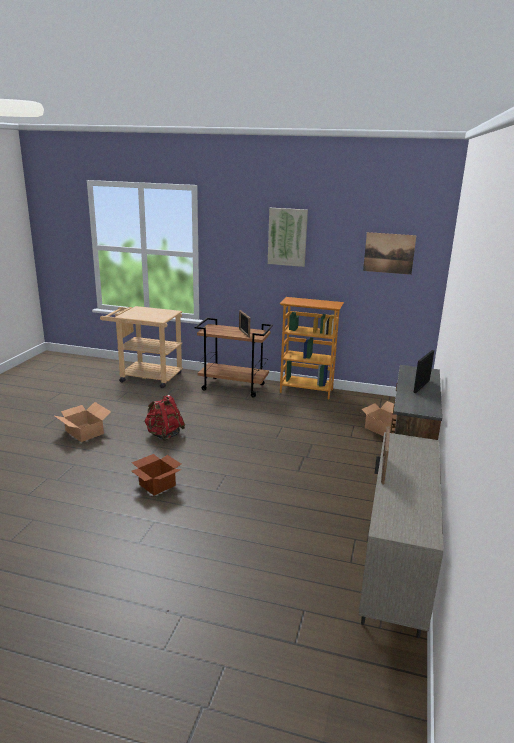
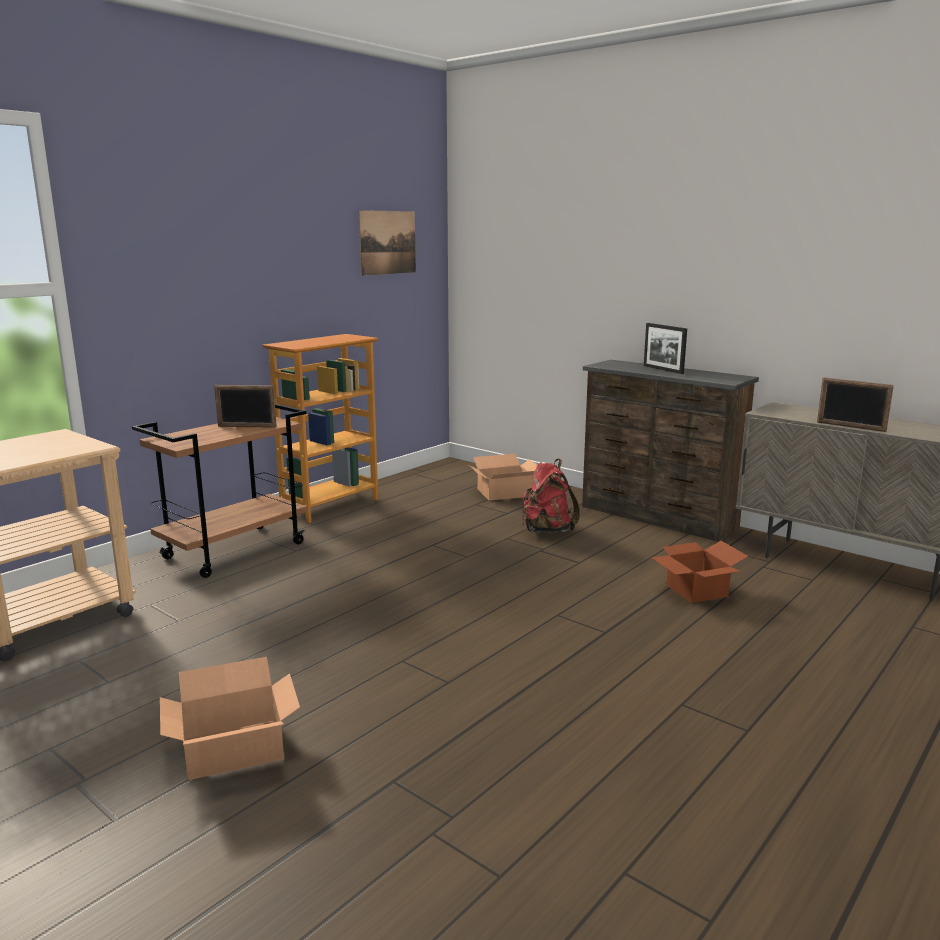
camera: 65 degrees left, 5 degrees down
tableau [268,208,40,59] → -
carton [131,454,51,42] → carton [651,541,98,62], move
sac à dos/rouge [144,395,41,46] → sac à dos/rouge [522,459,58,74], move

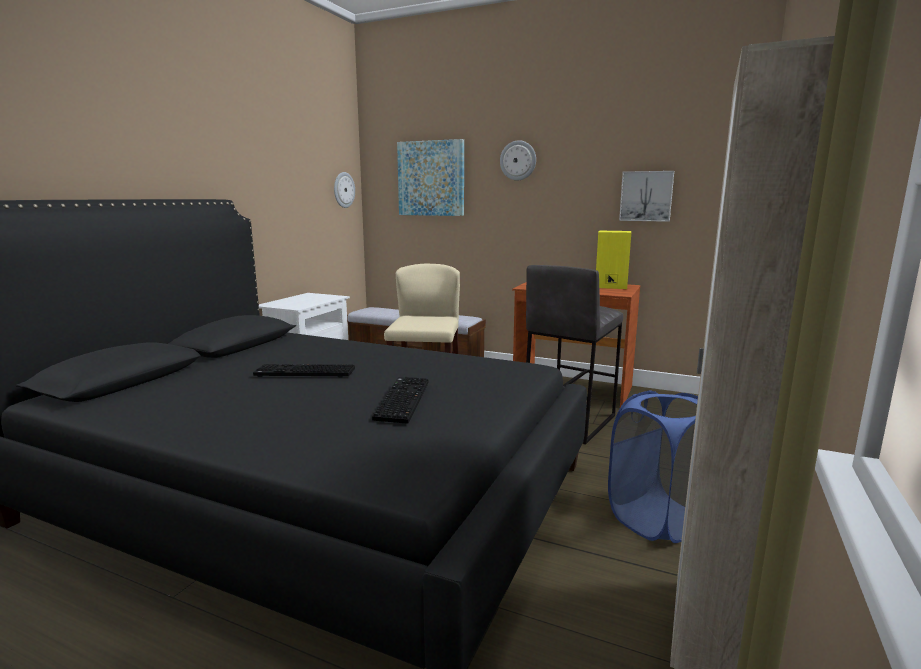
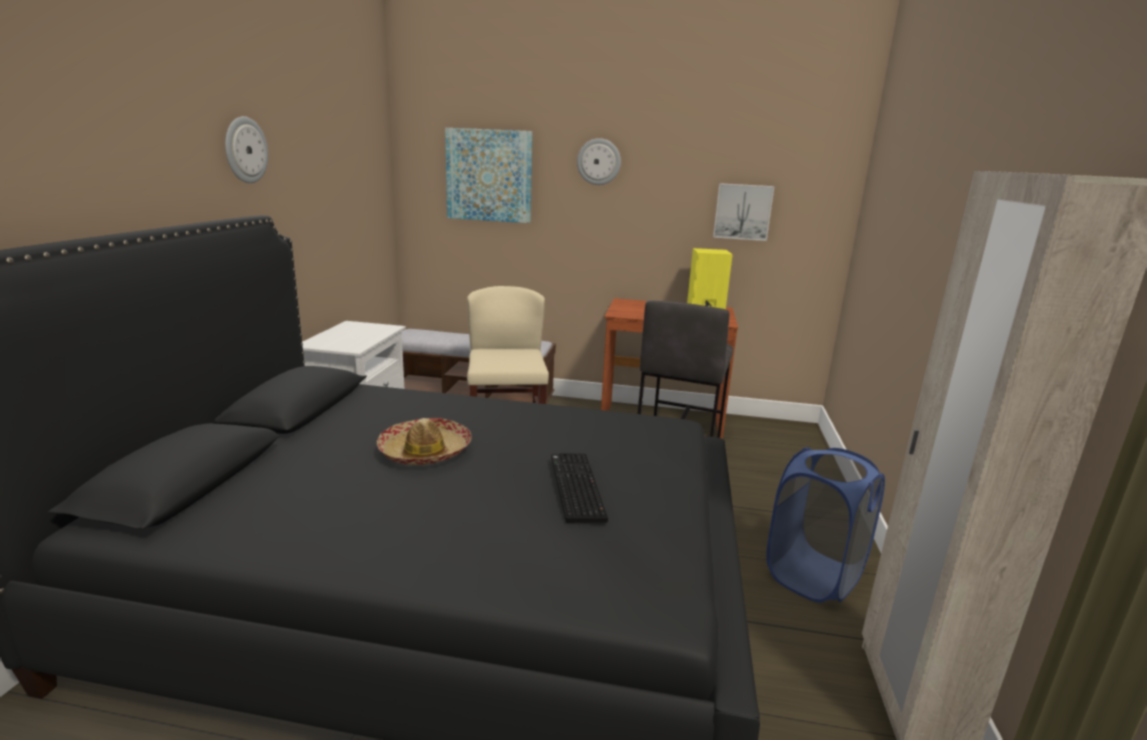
camera: 15 degrees left, 5 degrees up
horloge murale [334,172,21,36] → horloge murale [225,116,43,67], move
clavier [253,364,102,13] → chapeau [377,418,95,47]

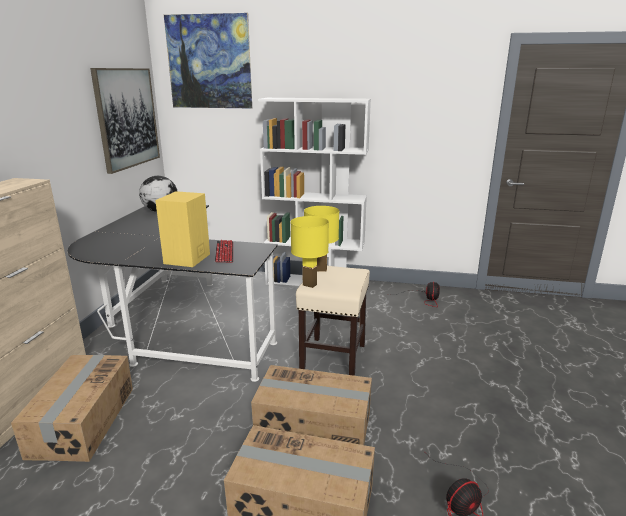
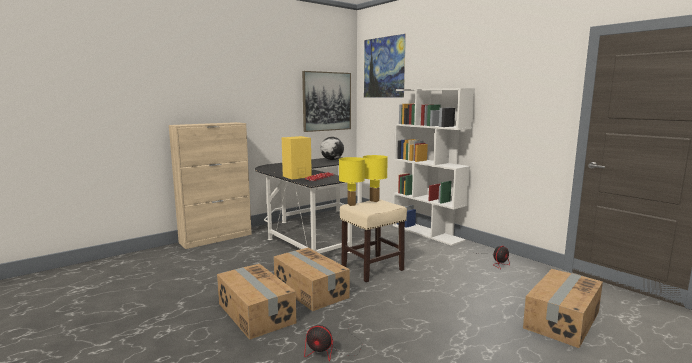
camera: 40 degrees right, 10 degrees down
carton [11,355,122,107] → carton [523,269,80,79], move

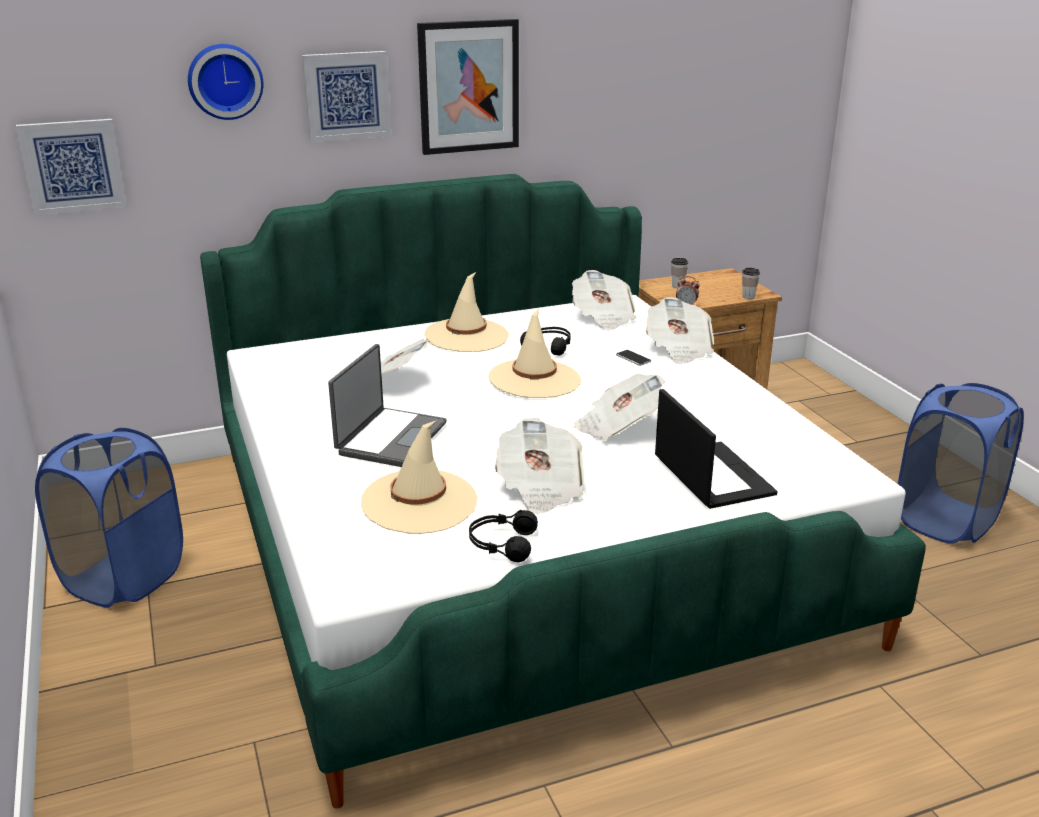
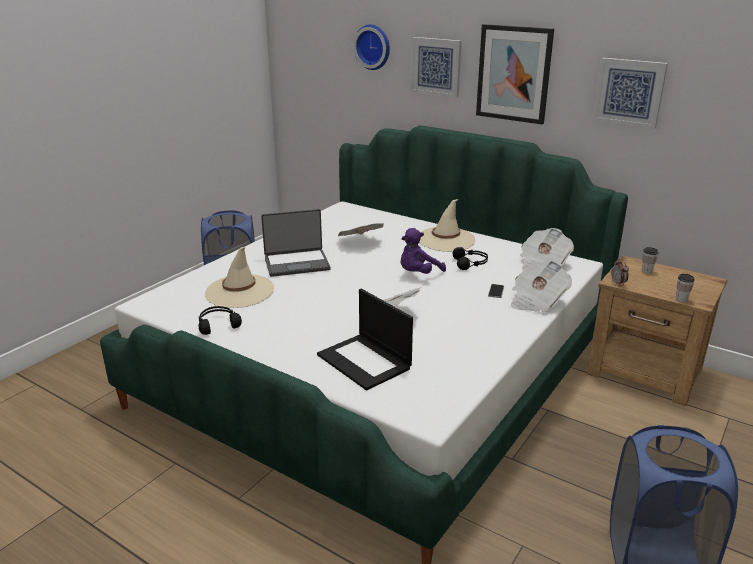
camera: 55 degrees right, 0 degrees up
journal [494,418,90,96] → -
tableau [16,119,111,96] → tableau [593,58,75,71], move
chapeau/beige [488,309,93,89] → peluche/violet [401,228,45,46]
ordinateur portable [655,389,123,120] → ordinateur portable [317,288,96,103], 105 degrees clockwise

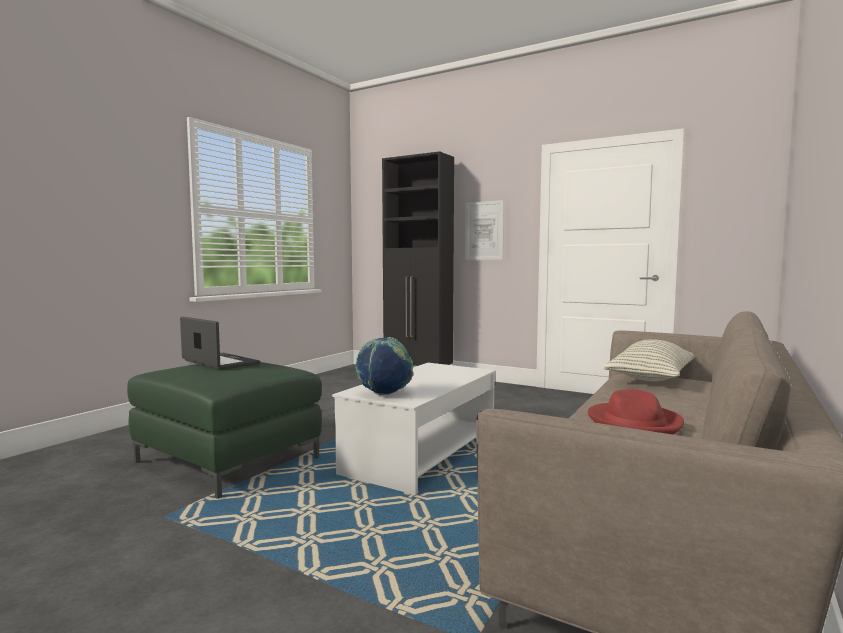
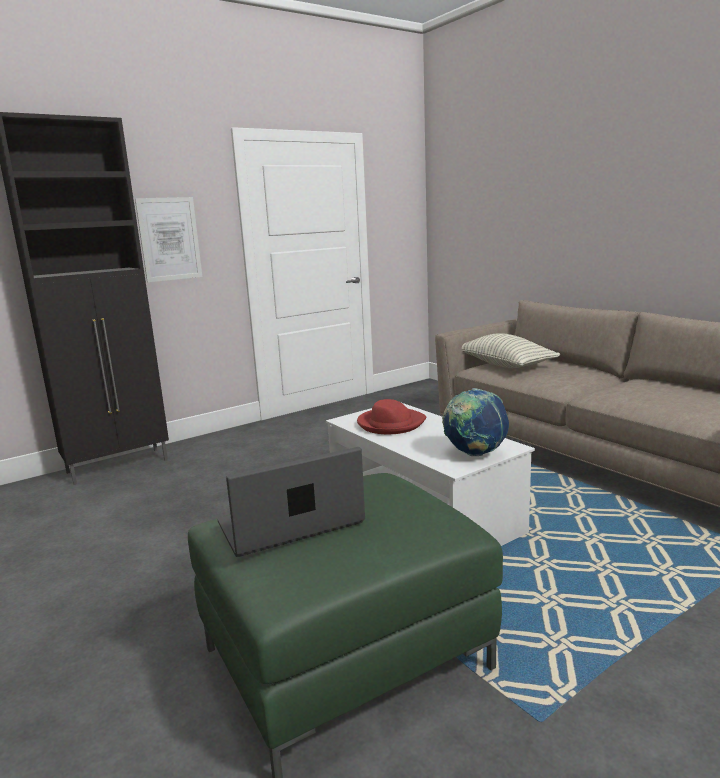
camera: 65 degrees left, 10 degrees up
chapeau/rouge [588,389,96,46] → chapeau/rouge [357,399,69,35], move

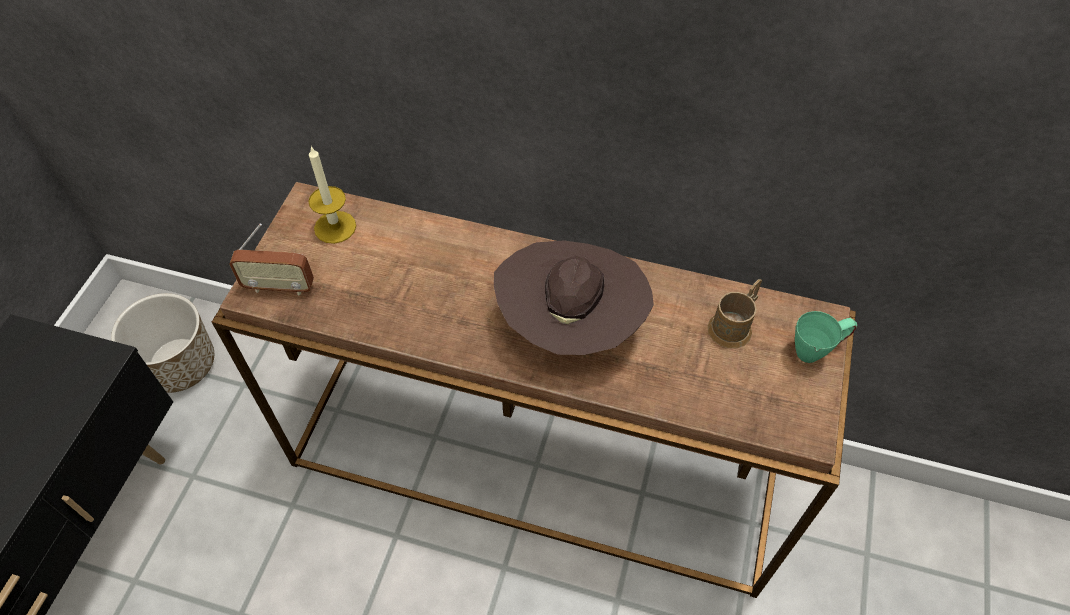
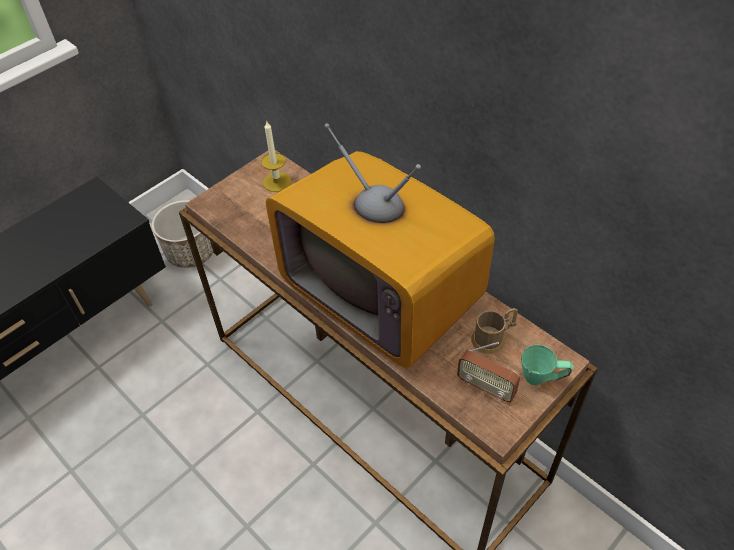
camera: 30 degrees right, 5 degrees down
radio [229,224,85,72] → radio [457,342,63,60], move
chapeau/marron [494,240,160,115] → téléviseur [266,123,229,245]

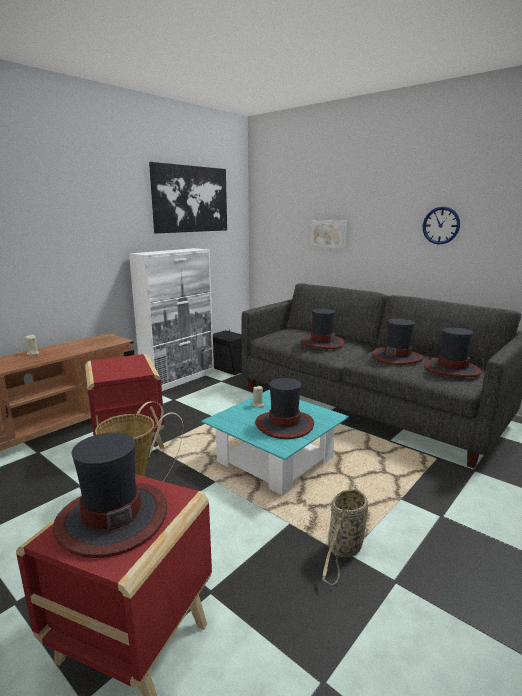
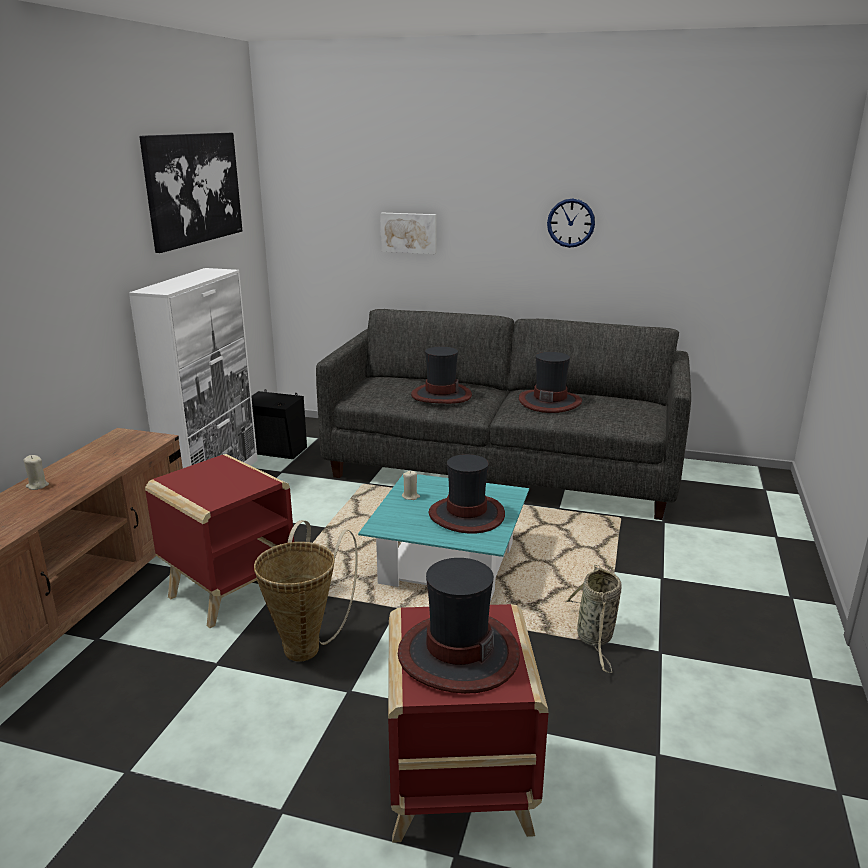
camera: 25 degrees left, 5 degrees up
chapeau [424,327,57,50] → -

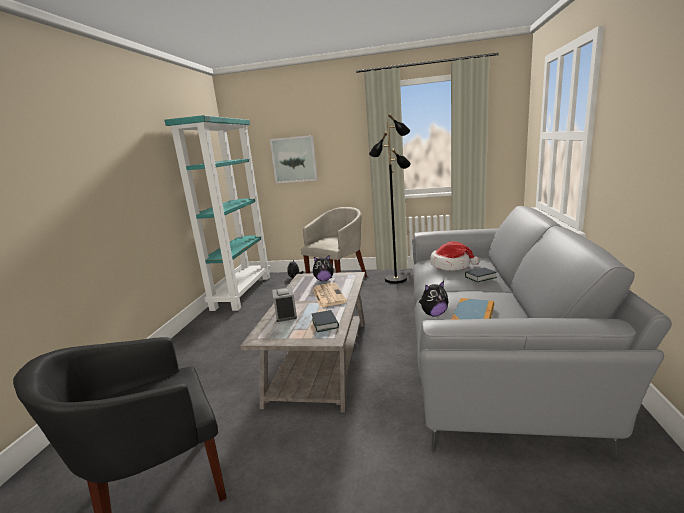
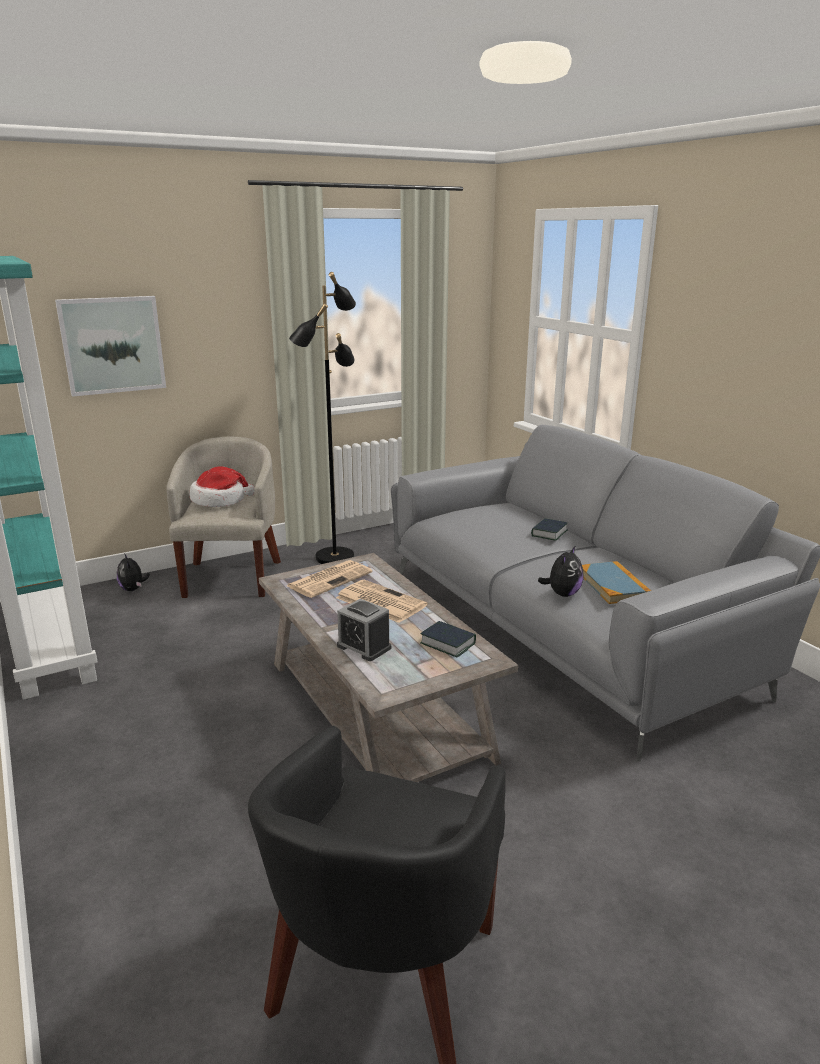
camera: 40 degrees left, 5 degrees up
chapeau [430,241,49,30] → chapeau [190,466,65,41], move
peluche [313,255,22,26] → journal [287,560,85,38]

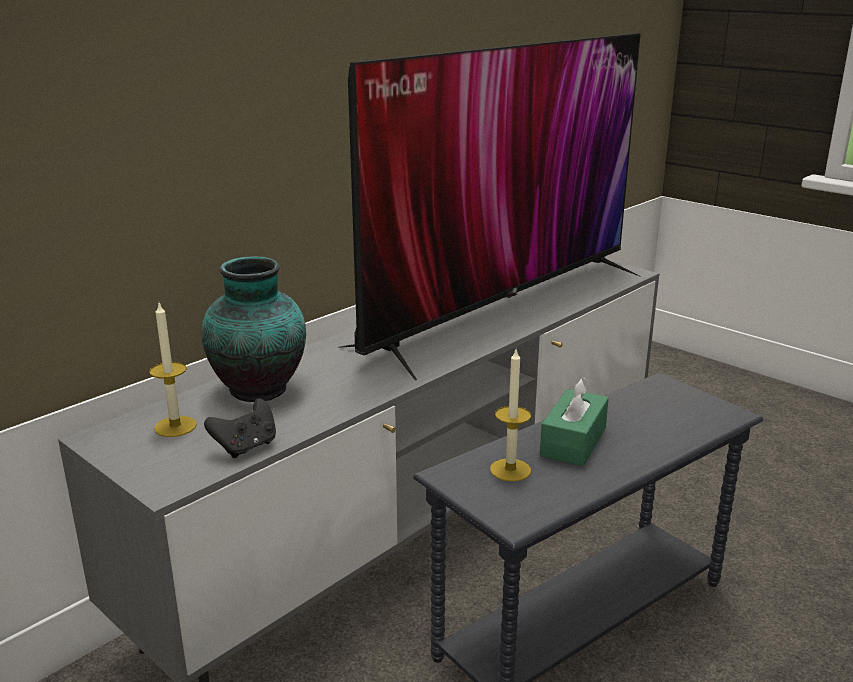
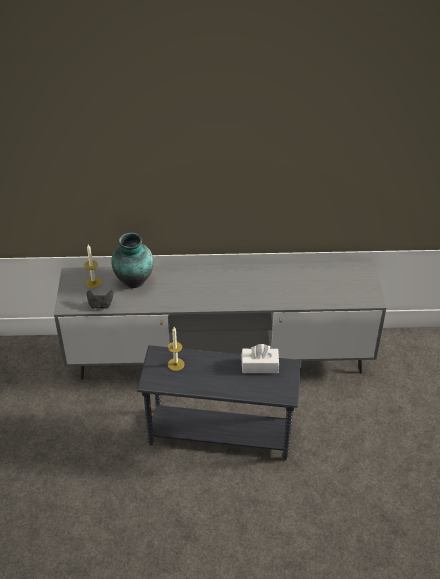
camera: 45 degrees right, 20 degrees up
téléviseur [338,33,303,347] → -
boîte à mouchoirs/vert [540,377,69,89] → -
- → boîte à mouchoirs/blanc [242,344,37,29]

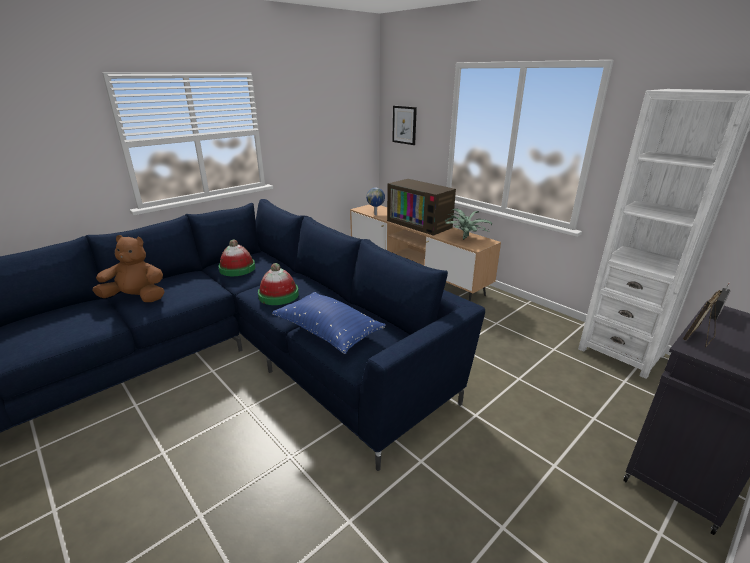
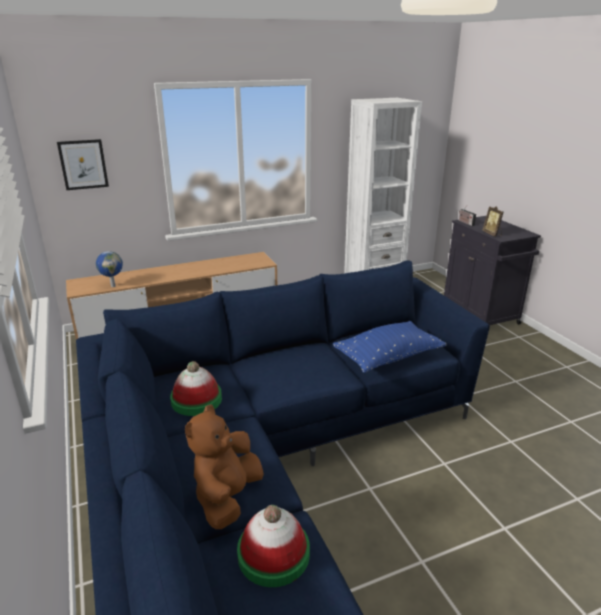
camera: 70 degrees left, 0 degrees up
téléviseur [387,179,69,57] → -
plante en pot [445,208,47,32] → -
chapeau [258,263,41,42] → chapeau [237,505,73,82], move

